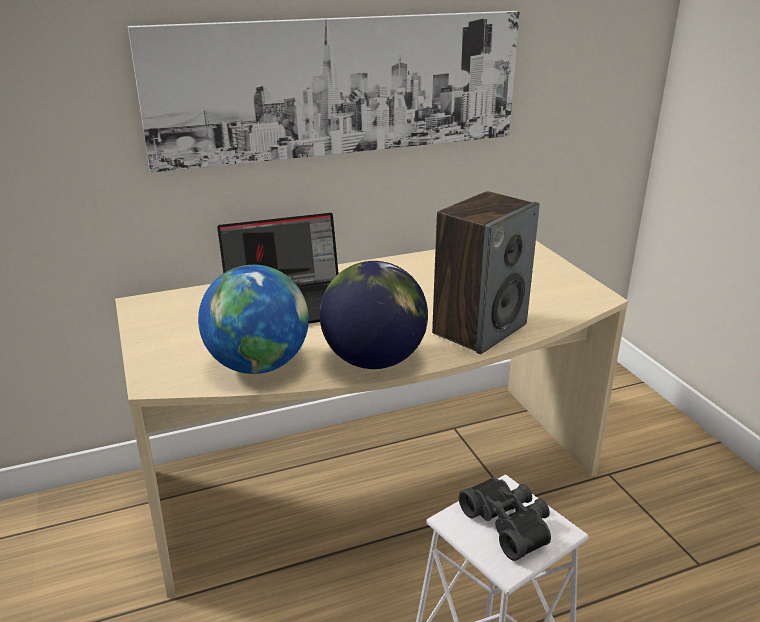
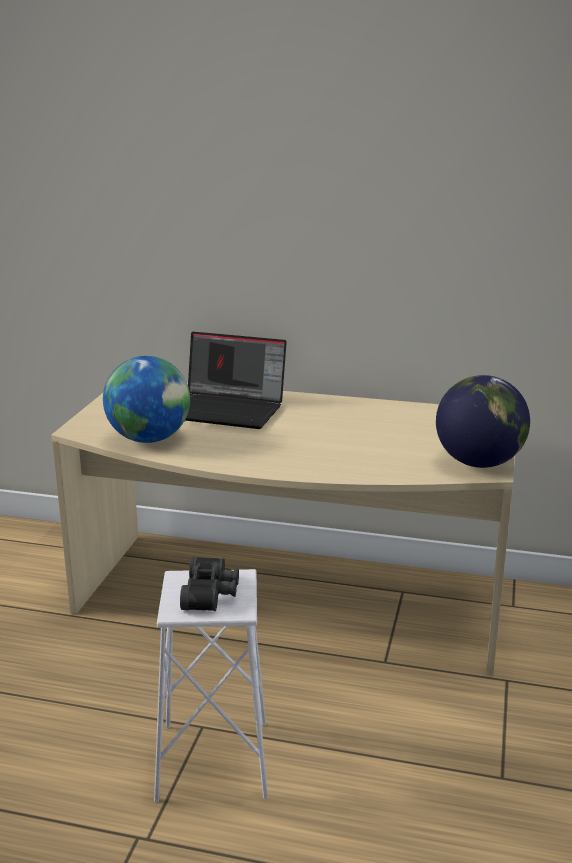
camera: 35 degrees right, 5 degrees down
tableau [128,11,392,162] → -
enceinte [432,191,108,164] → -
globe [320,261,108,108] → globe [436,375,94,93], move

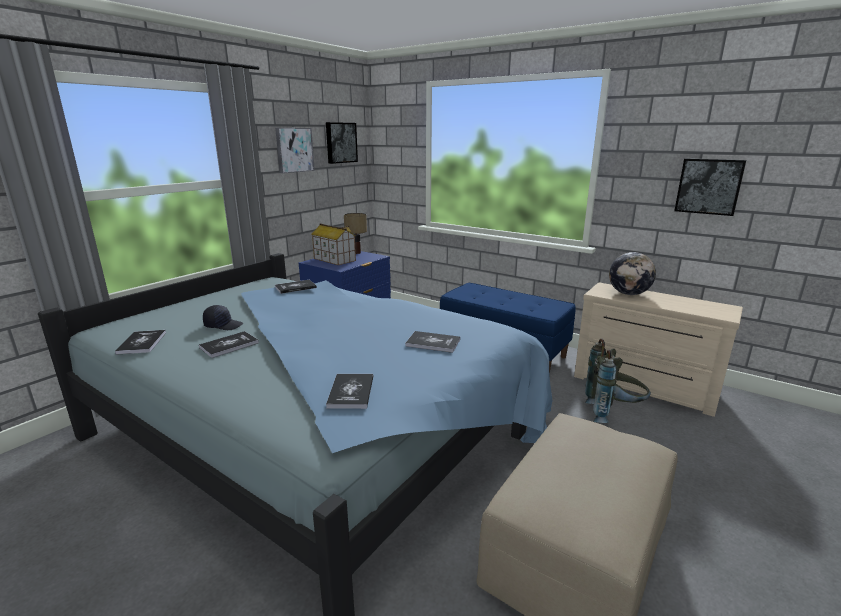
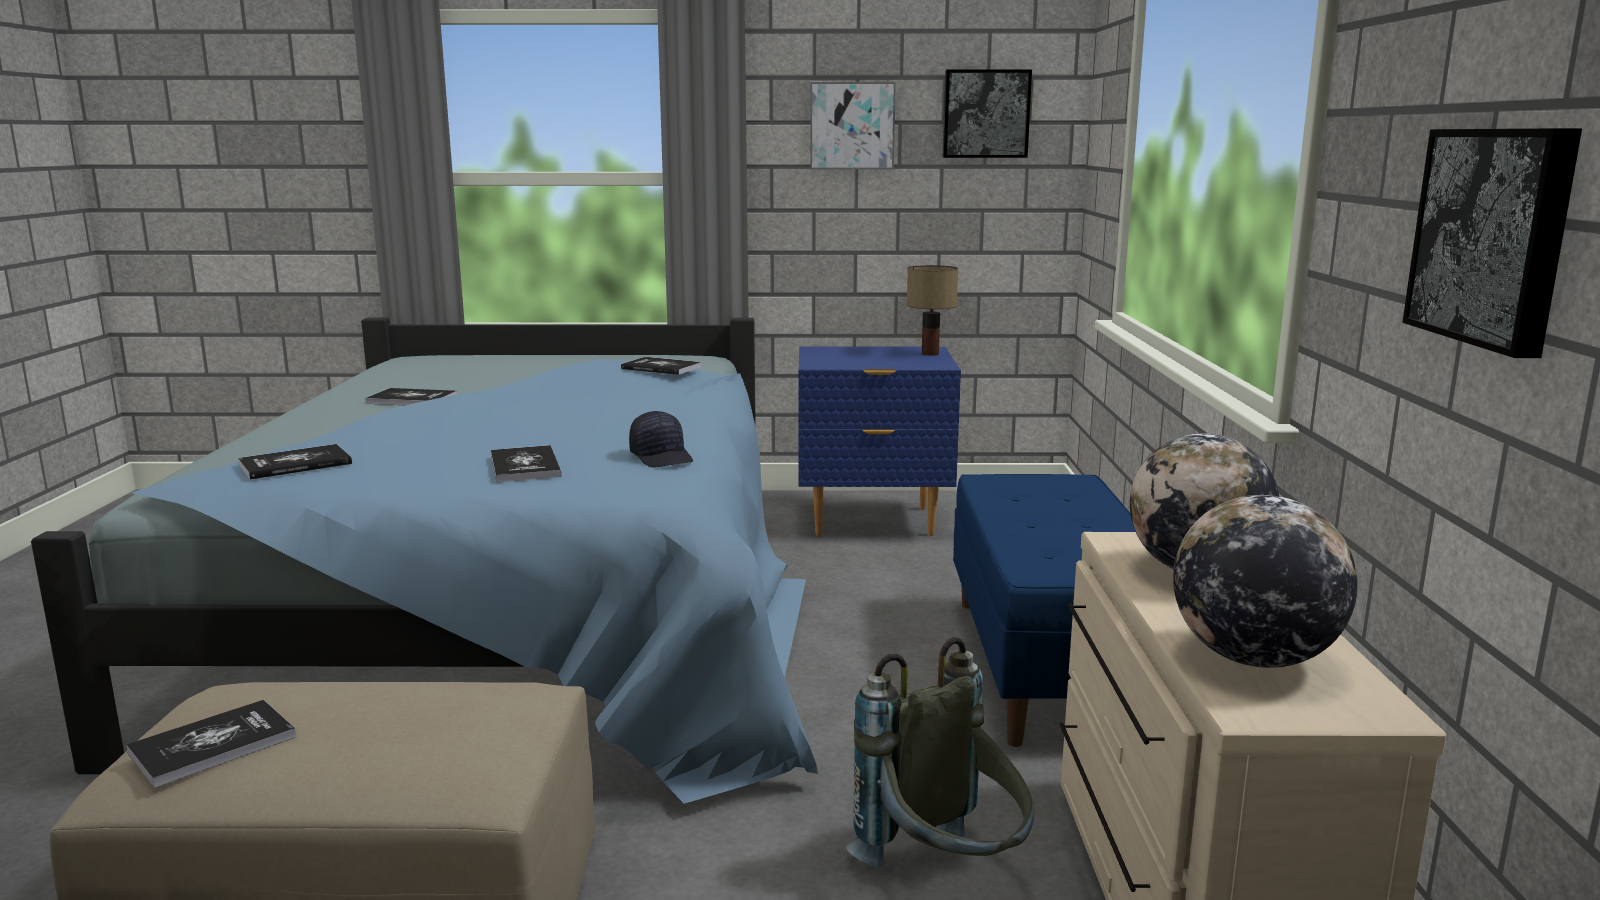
camera: 55 degrees right, 5 degrees down
maison miniature [311,224,45,41] → -
- → globe [1173,495,185,173]
livre [115,330,51,25] → livre [126,700,170,88], move
casquette/noir [203,305,40,25] → casquette/noir [629,411,64,56], move

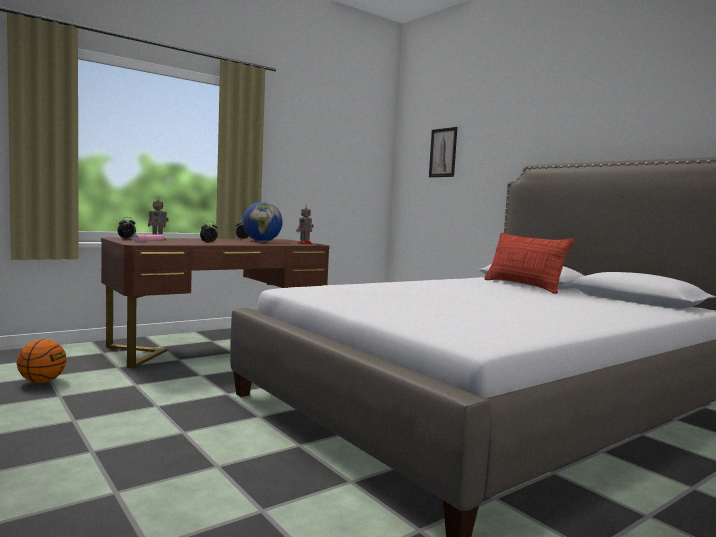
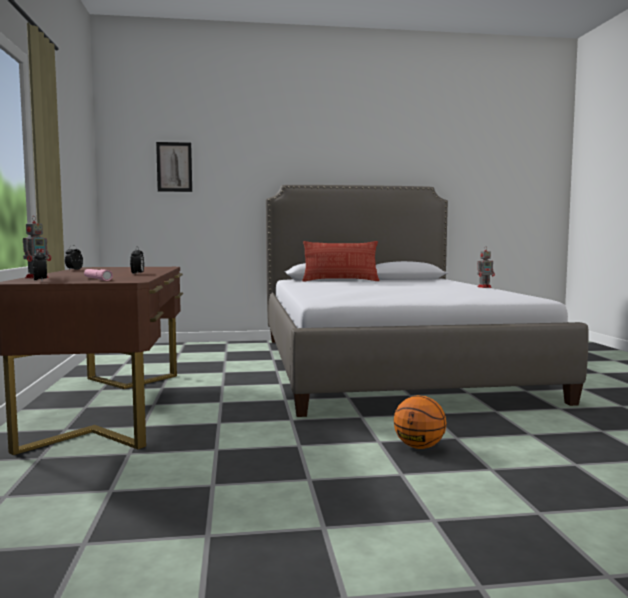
camera: 60 degrees left, 0 degrees up
globe [242,202,41,40] → -
ballon de basket [17,339,50,44] → ballon de basket [394,395,53,54], move
robot jouet [297,204,16,40] → robot jouet [477,246,18,42], move

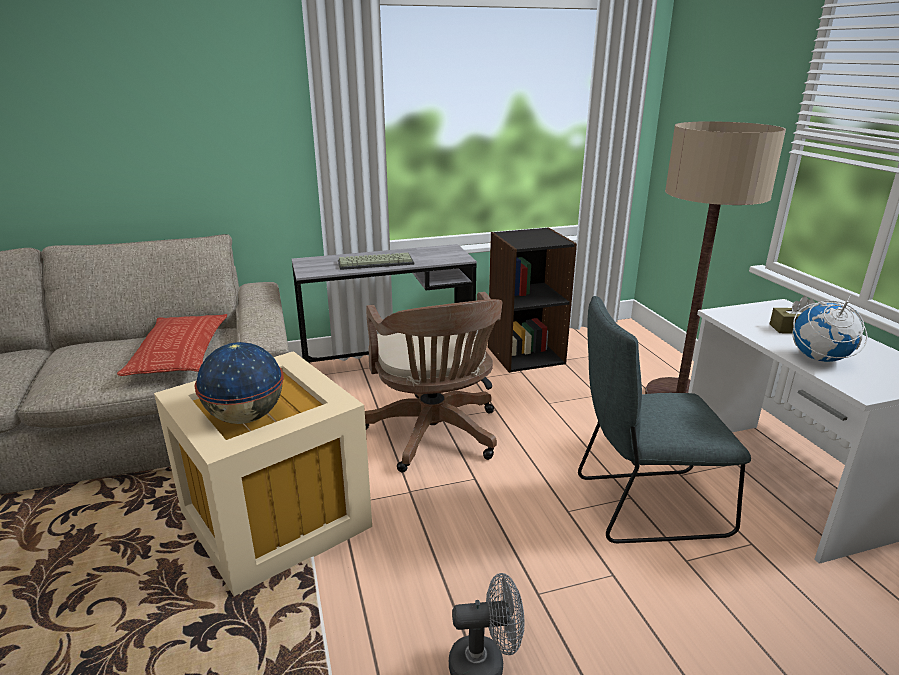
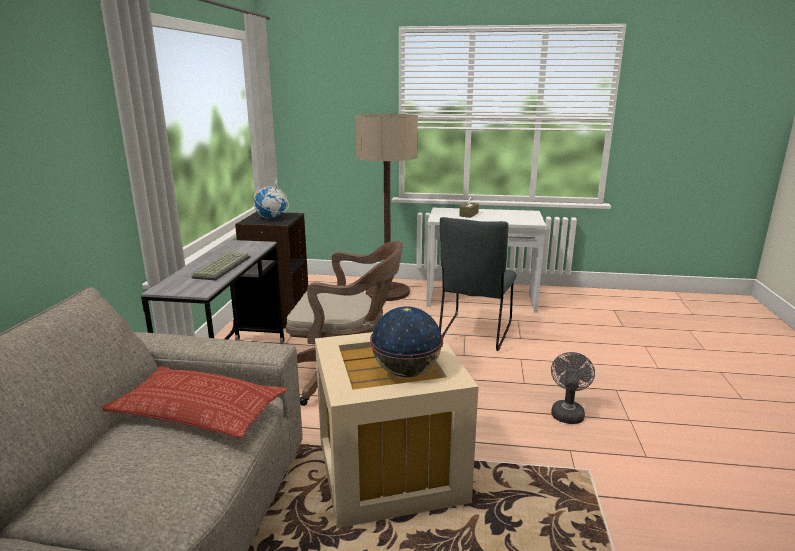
camera: 65 degrees left, 5 degrees down
globe [792,294,75,68] → globe [254,179,35,39], move

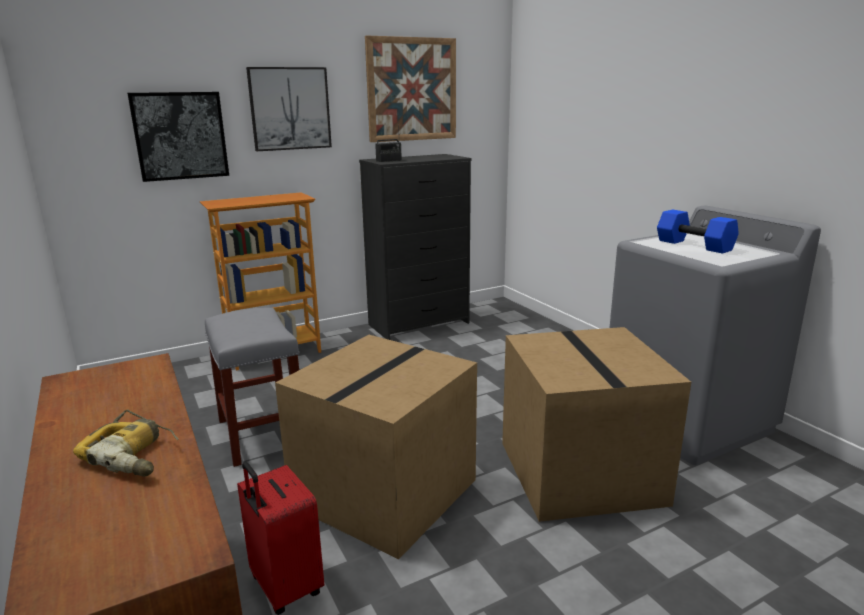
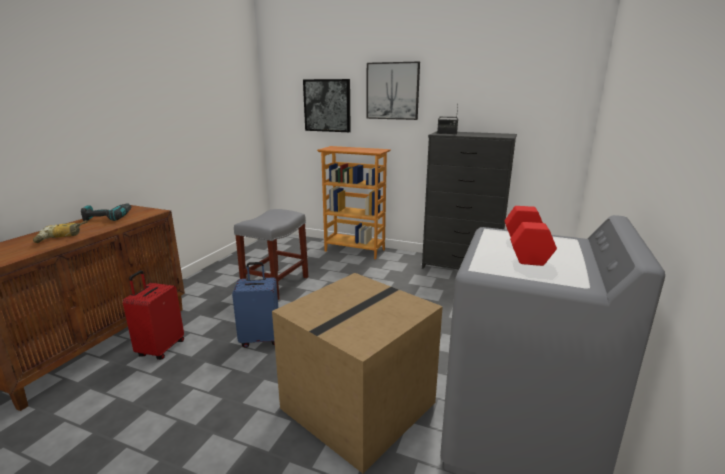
camera: 50 degrees right, 0 degrees up
tableau [365,35,91,107] → -
- → perceuse [81,203,51,18]
carton [275,335,202,224] → valise/bleu [232,262,46,86]
haltère/bleu [657,210,82,44] → haltère/rouge [505,206,52,60]

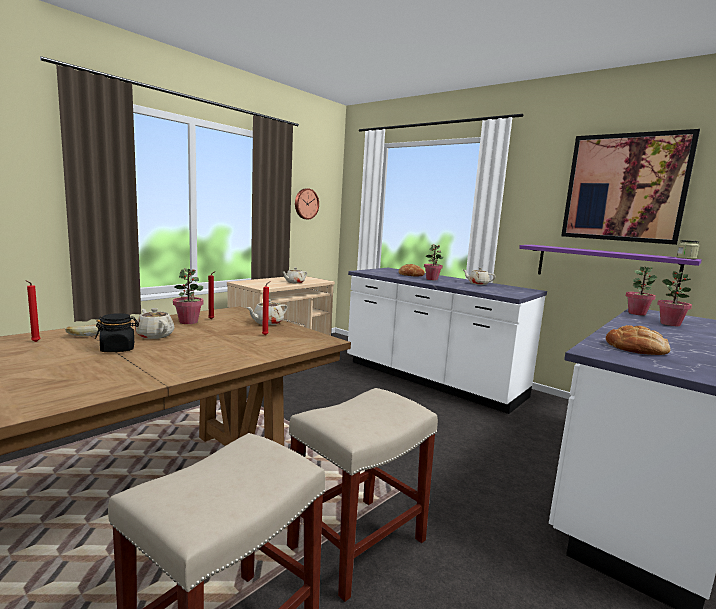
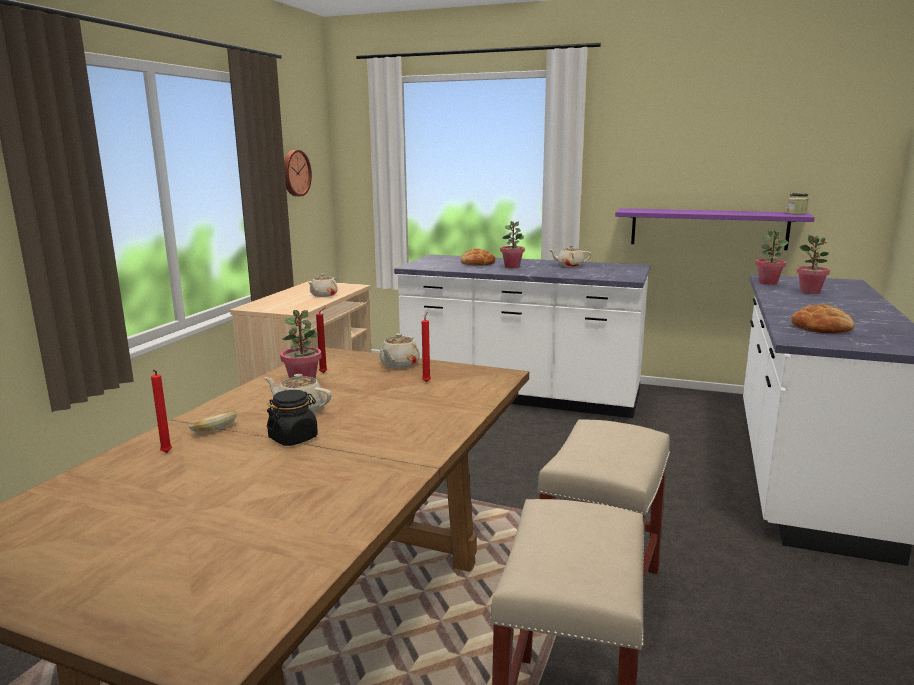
camera: 20 degrees left, 5 degrees up
tableau [561,129,139,116] → -

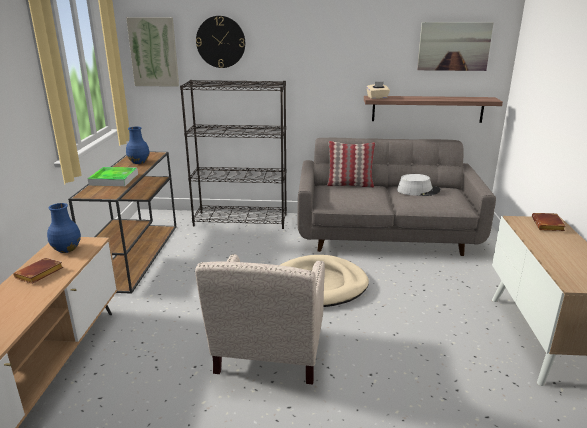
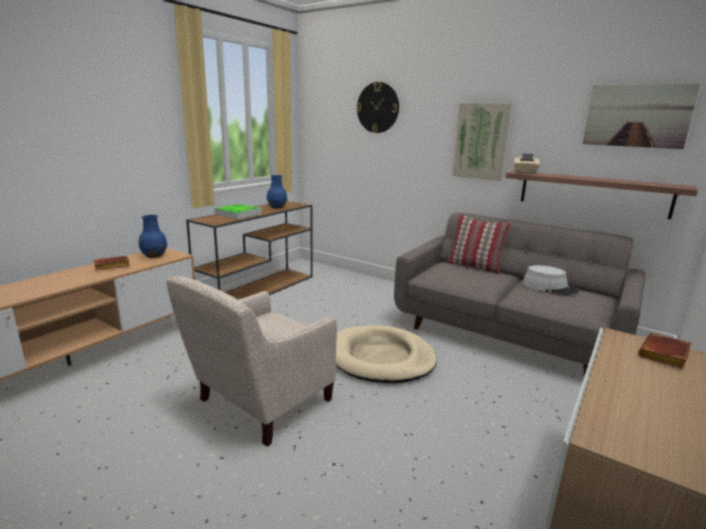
camera: 30 degrees right, 5 degrees down
bibliothèque/noir [180,80,107,149] → -
tableau [126,17,53,70] → tableau [452,103,60,78], move

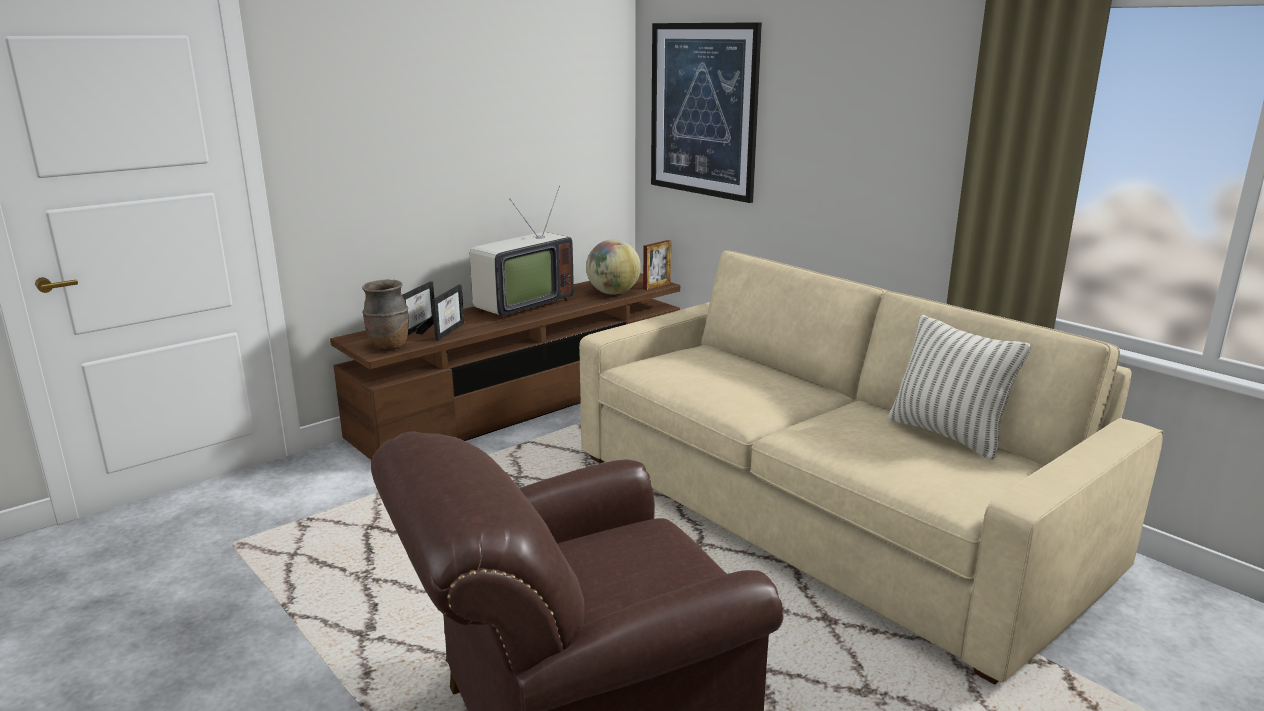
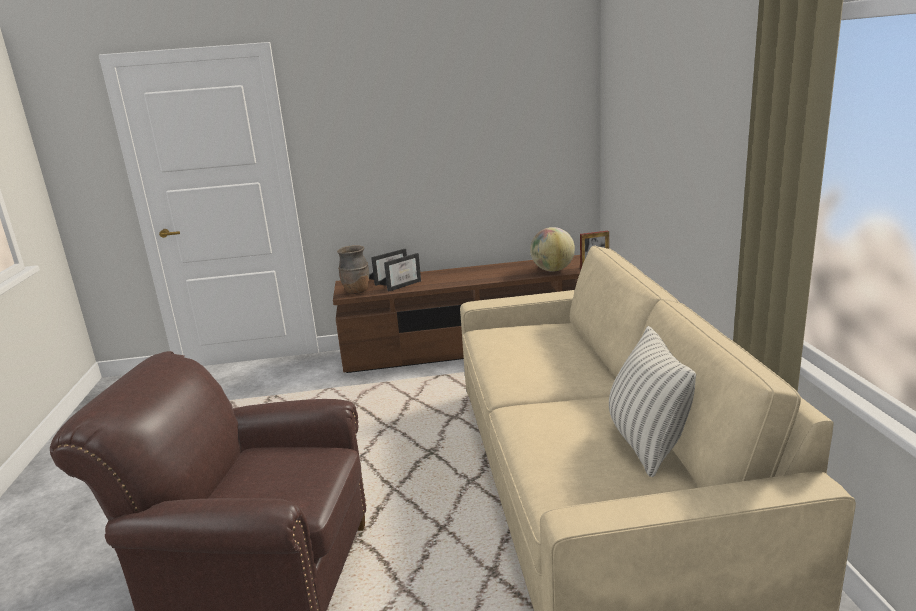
camera: 35 degrees right, 0 degrees up
téléviseur [470,186,104,134] → -
tableau [651,22,111,181] → -

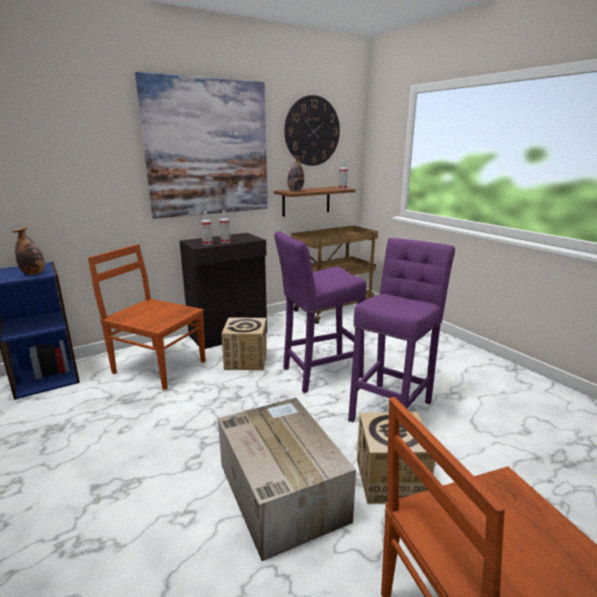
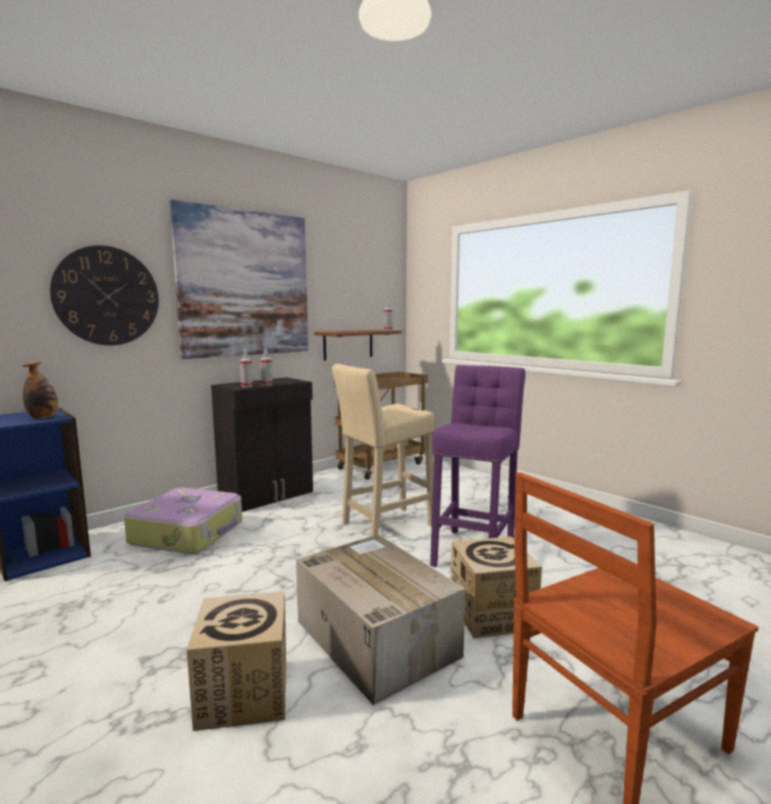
camera: 10 degrees left, 10 degrees down
bouteille [287,156,17,35] → -
carton [221,318,46,52] → carton [187,592,99,139], move
horloge murale [284,95,56,71] → horloge murale [50,245,109,101], move
chaise/marron [88,244,118,146] → valise [124,487,118,67]
tabouret/violet [274,231,93,162] → tabouret/beige [332,364,103,173]

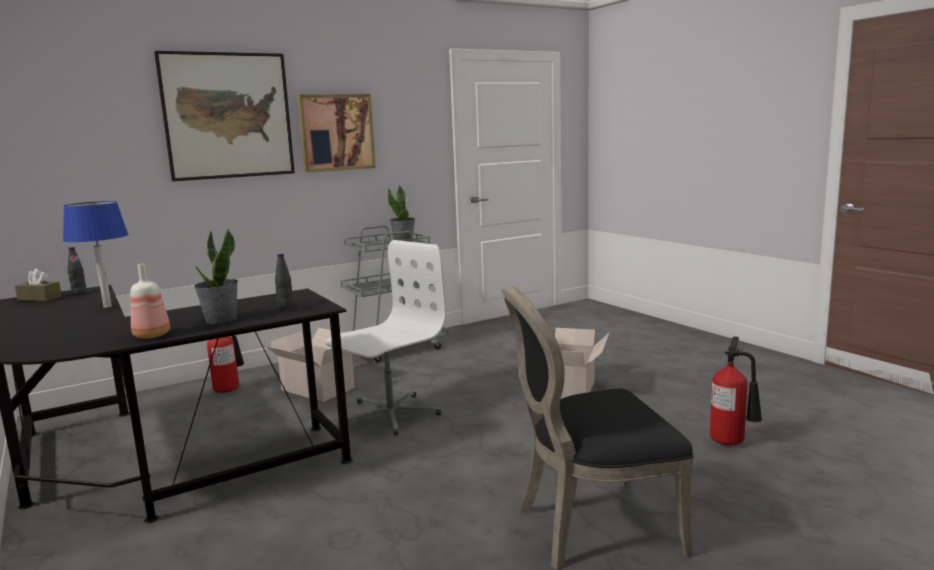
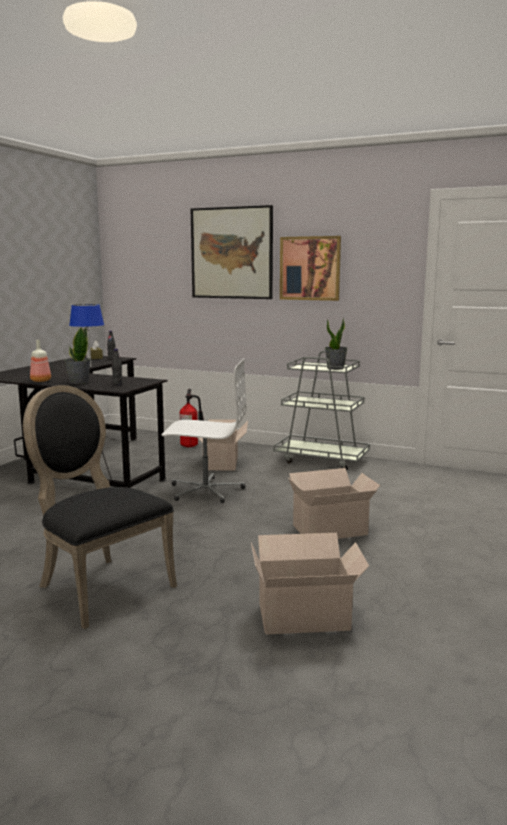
camera: 55 degrees right, 0 degrees up
extincteur [710,336,52,109] → carton [251,533,118,102]

